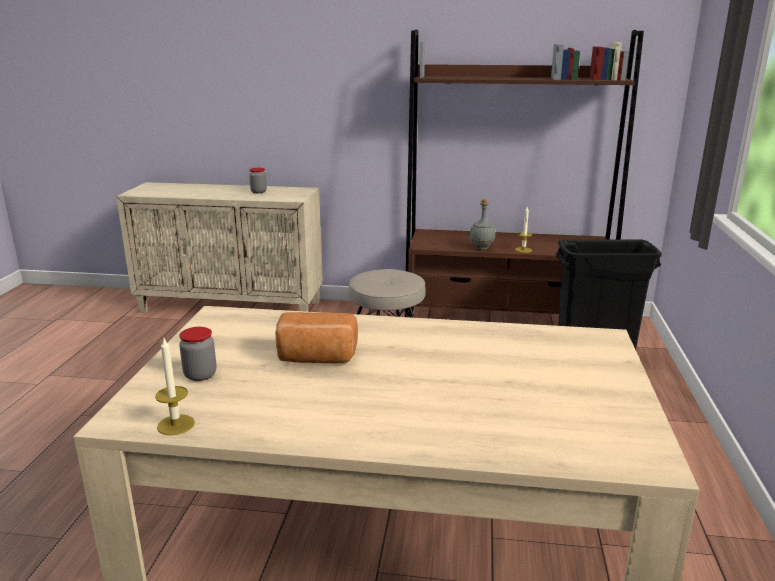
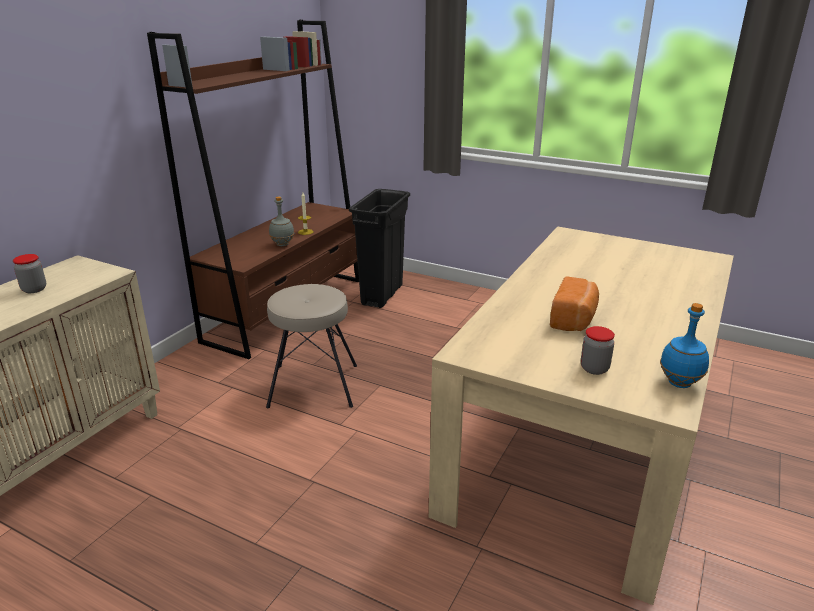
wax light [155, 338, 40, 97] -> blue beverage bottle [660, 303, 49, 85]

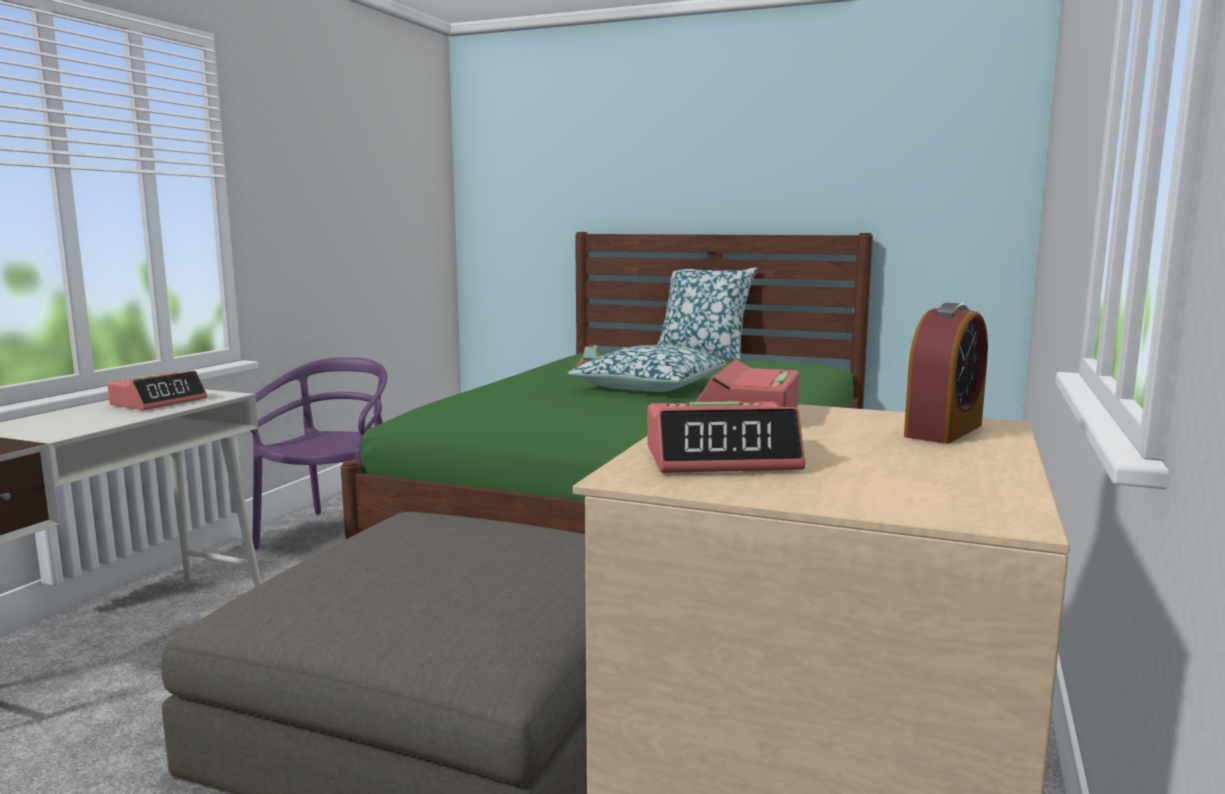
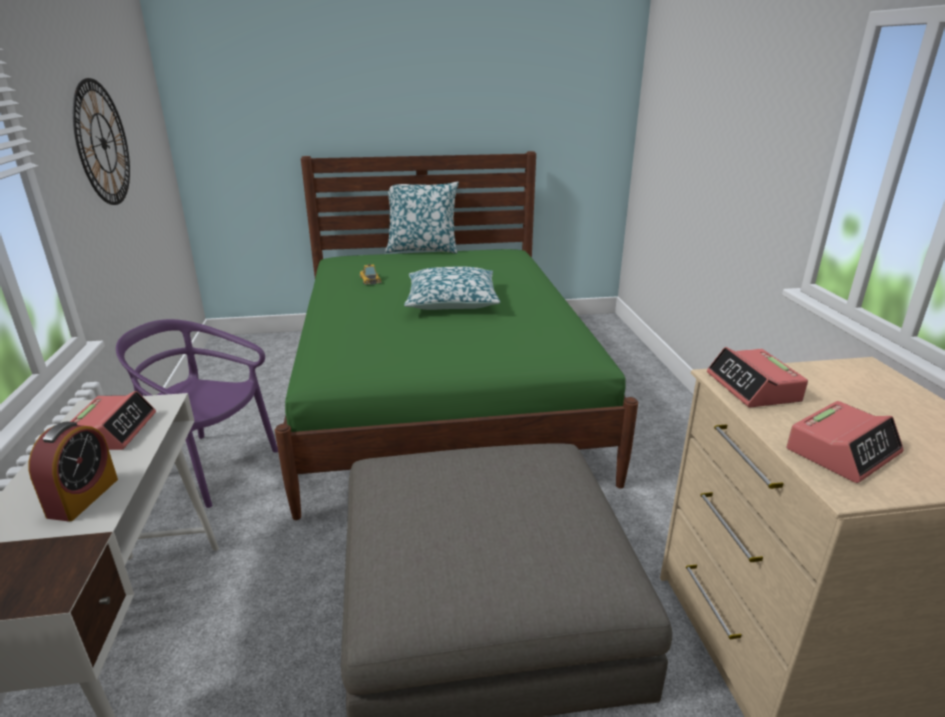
bedside clock [904, 303, 84, 141] -> bedside clock [28, 422, 90, 99], moved
none -> clock on the wall [73, 78, 57, 127]
purple-coloured chair [251, 357, 136, 193] -> purple-coloured chair [116, 319, 162, 189], 45 degrees counterclockwise

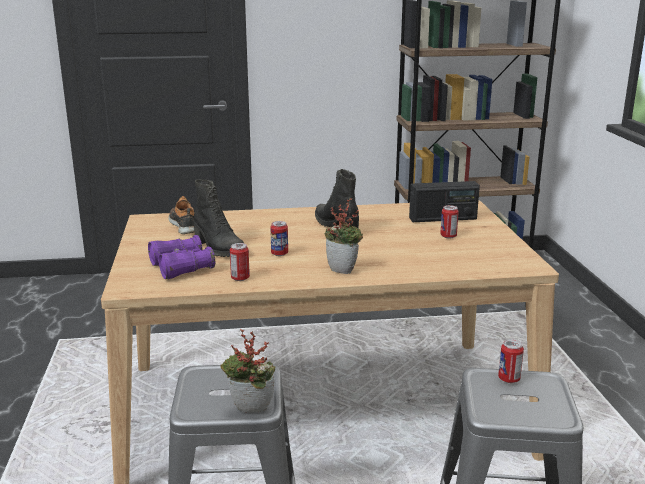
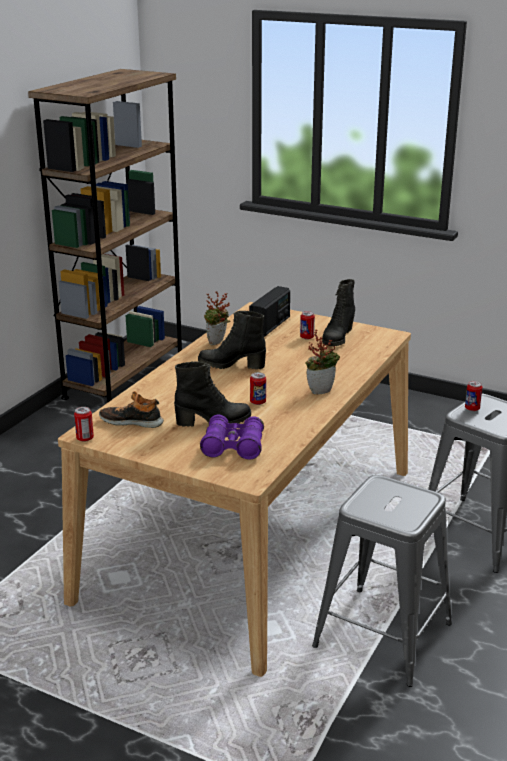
metal can [230, 243, 20, 38] -> metal can [74, 407, 20, 35], moved
potted plant [220, 329, 56, 84] -> potted plant [204, 291, 27, 54], moved
none -> blackish tall boot [322, 279, 33, 67]

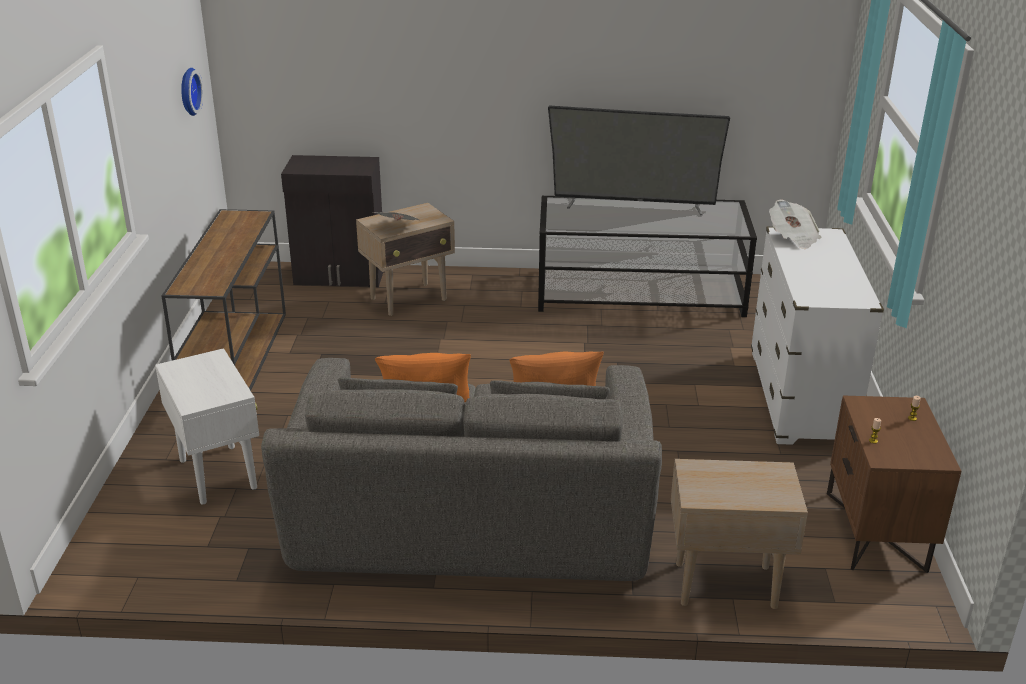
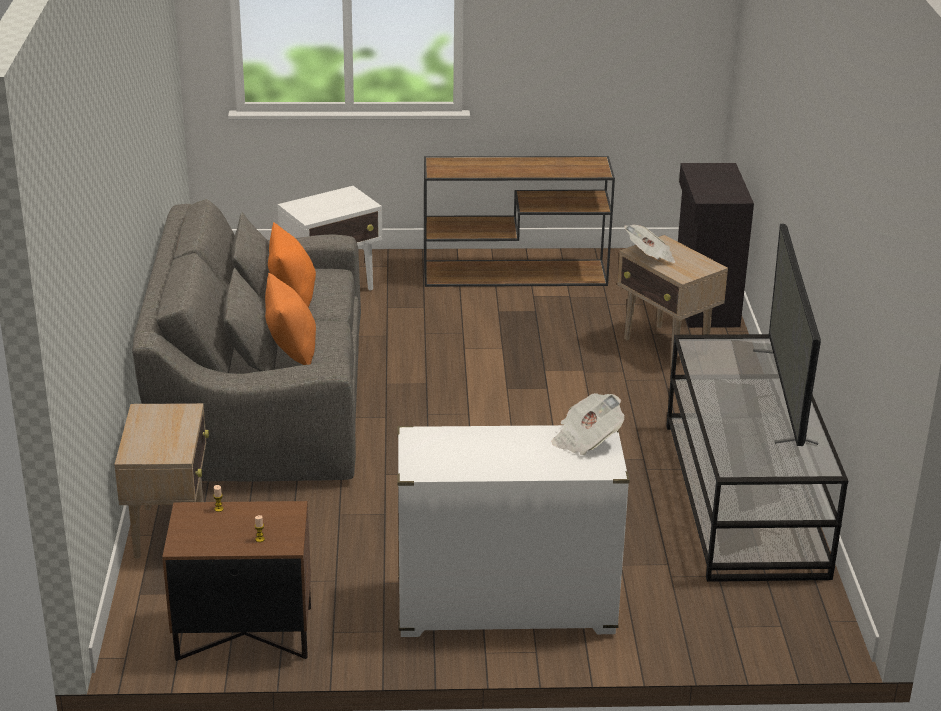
clock on the wall [181, 68, 22, 48] -> none

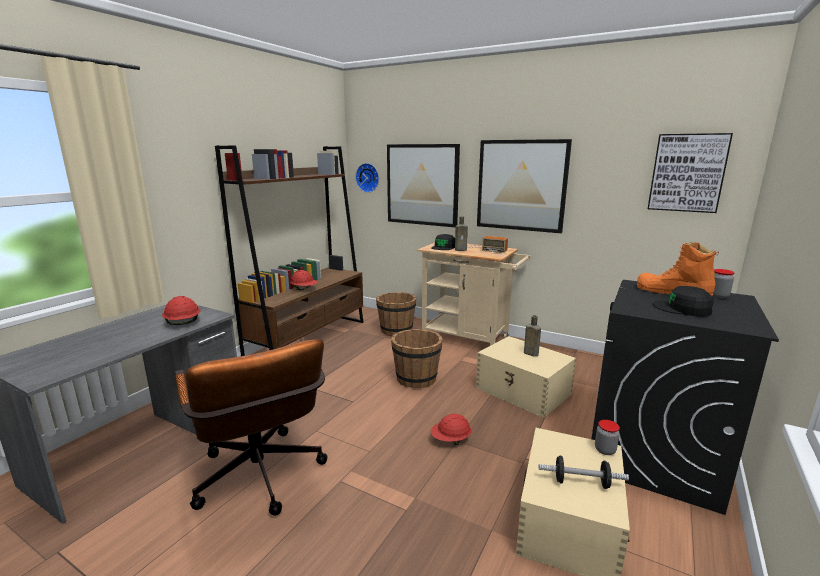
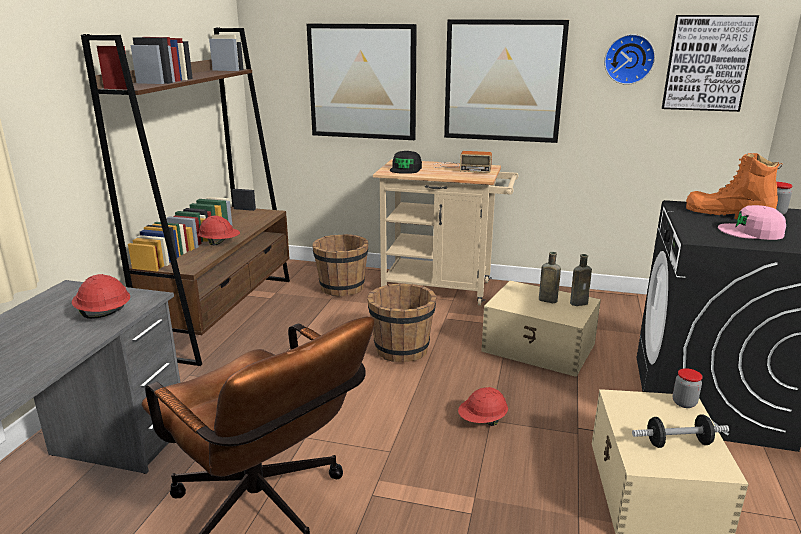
brown beverage bottle [455, 216, 13, 35] -> brown beverage bottle [570, 254, 22, 52], moved
clock on the wall [355, 163, 24, 30] -> clock on the wall [604, 34, 51, 51], moved
blackish cap [653, 286, 61, 31] -> pinkish cap [718, 205, 68, 35]

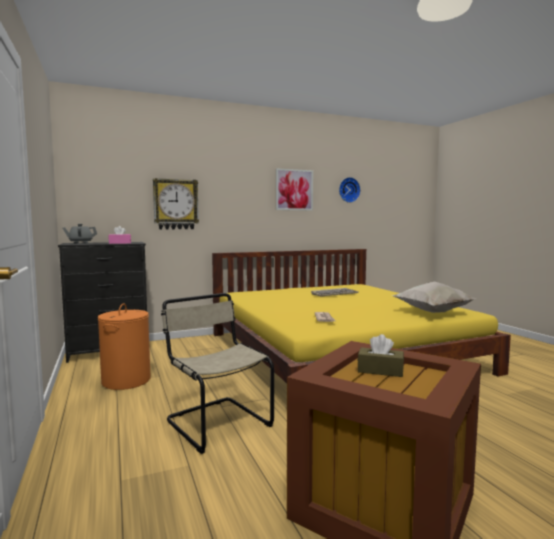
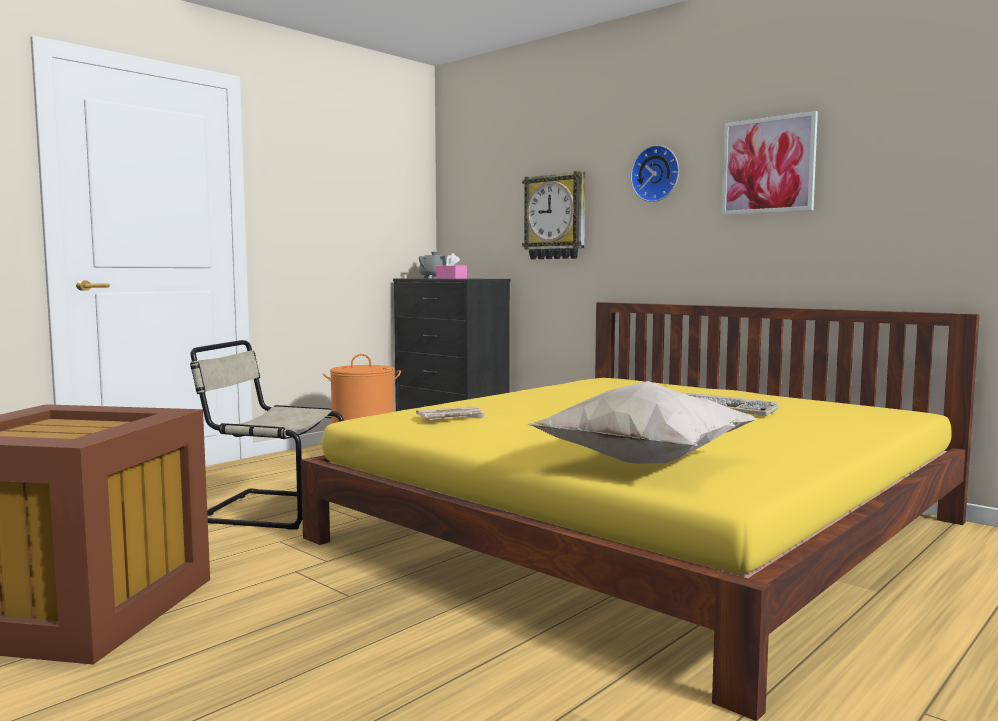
beige chair [161, 293, 113, 161] -> beige chair [190, 340, 154, 190], 105 degrees counterclockwise
clock on the wall [339, 177, 22, 26] -> clock on the wall [631, 145, 48, 57], moved
brown box of tissues [357, 334, 47, 43] -> none

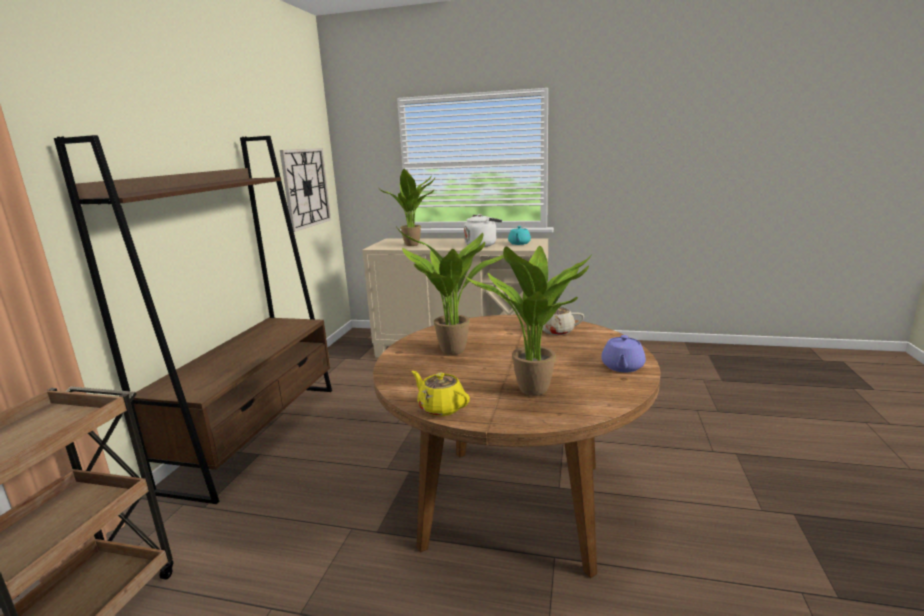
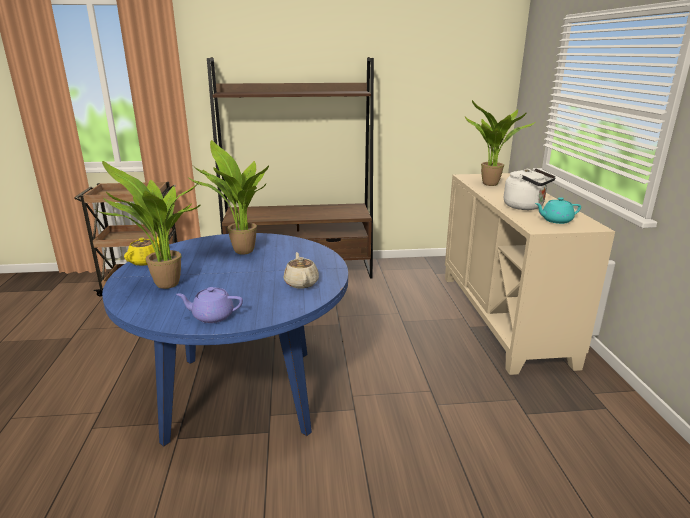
brown dinner table [373, 315, 288, 263] -> blue dinner table [102, 233, 246, 214]
clock on the wall [280, 148, 51, 84] -> none

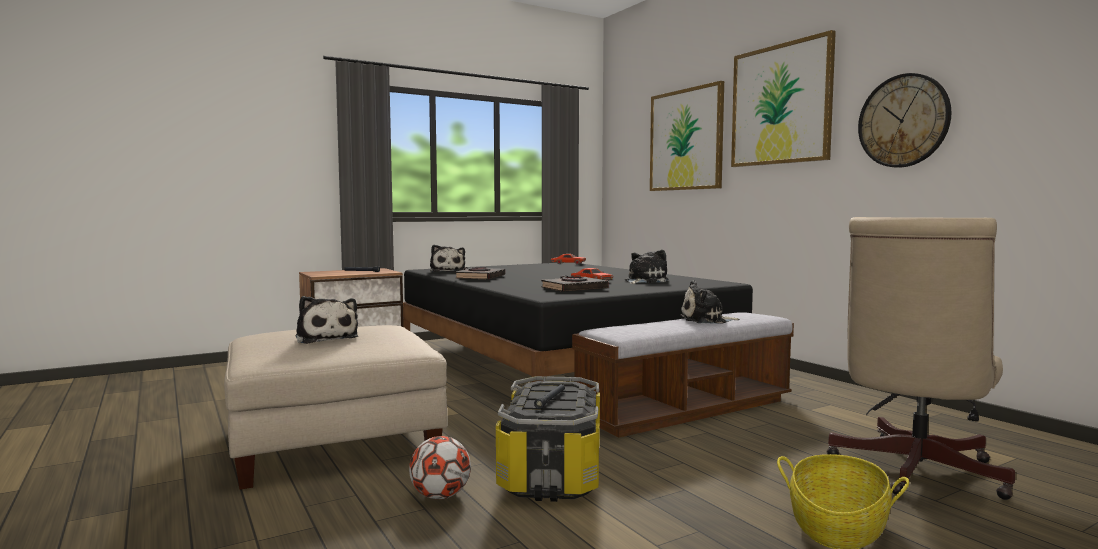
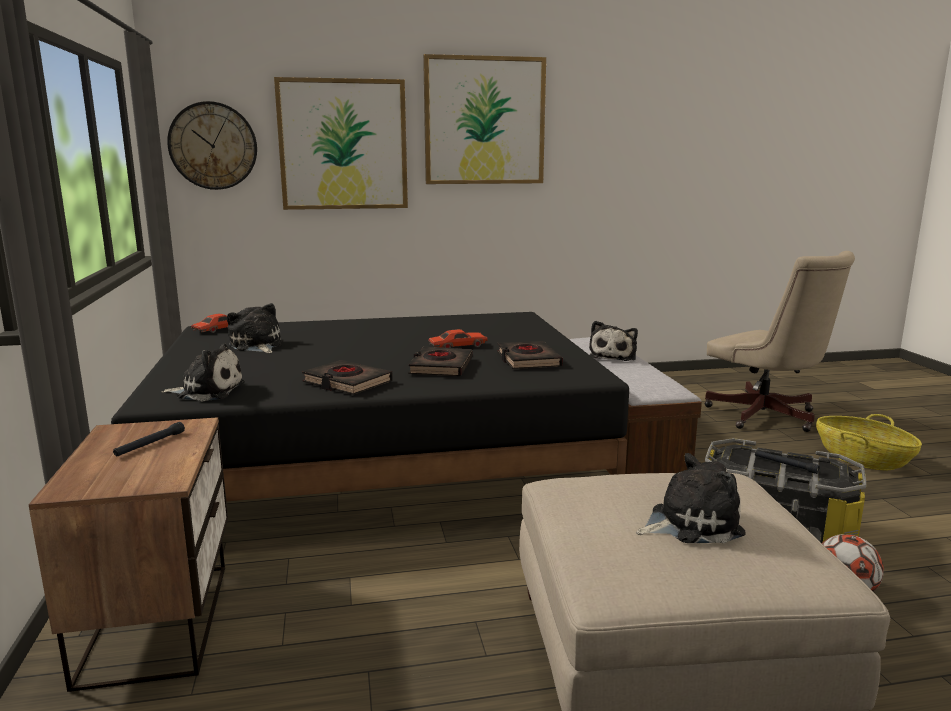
clock on the wall [858, 73, 94, 94] -> clock on the wall [167, 101, 90, 89], moved
cuddly toy [625, 250, 44, 34] -> cuddly toy [227, 303, 56, 50], moved
none -> blackish book [408, 347, 65, 29]

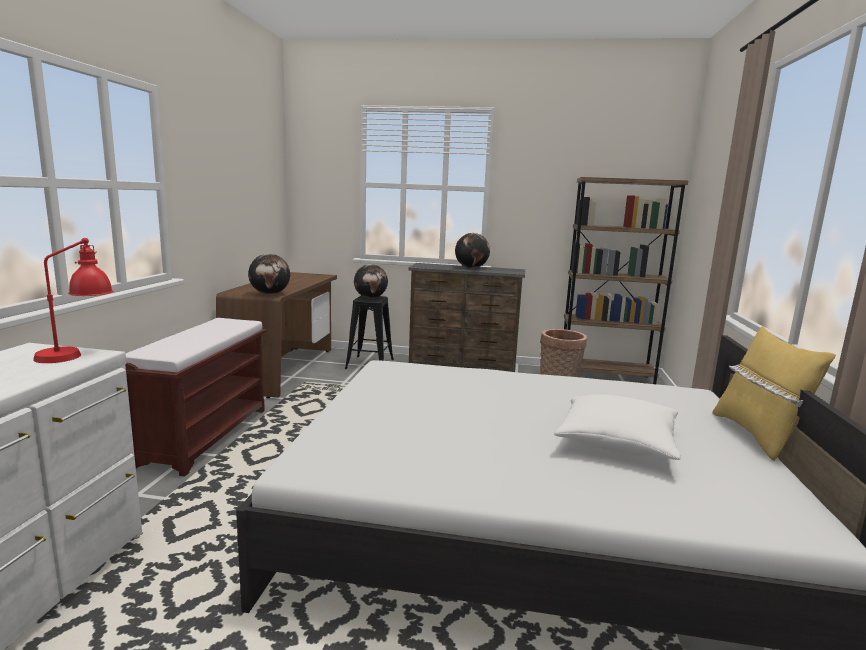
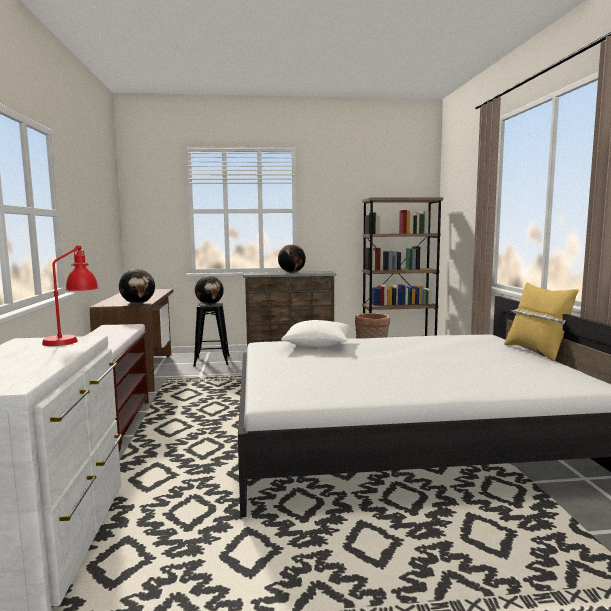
whitish cushion [554, 395, 127, 65] -> whitish cushion [281, 320, 69, 27], moved

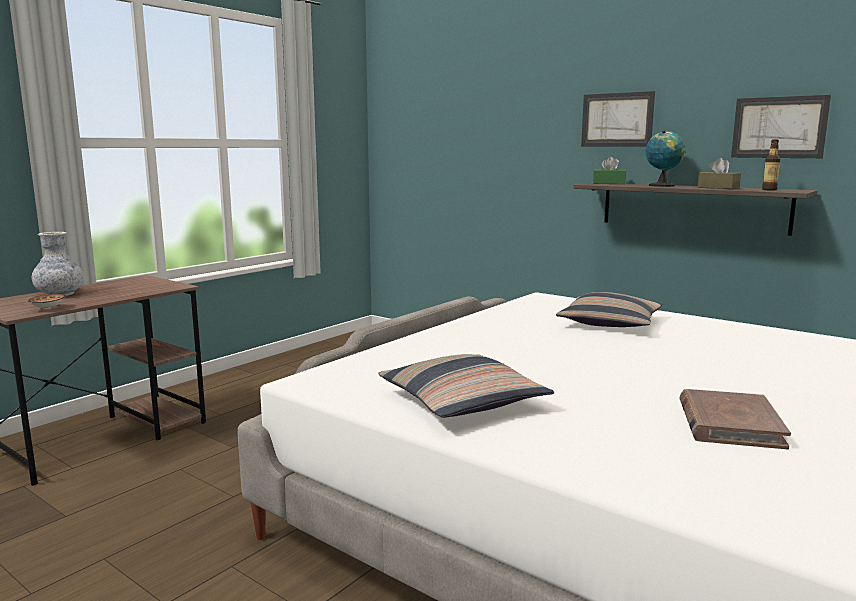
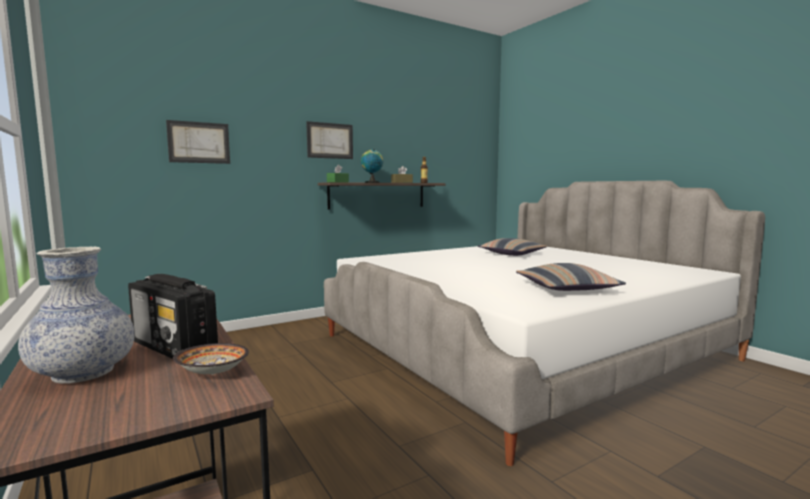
none -> radio set [128, 274, 90, 85]
picture [731, 95, 100, 63] -> picture [166, 120, 64, 44], moved
cushion [556, 292, 106, 35] -> cushion [477, 238, 70, 18], moved
brown book [680, 389, 111, 60] -> none

